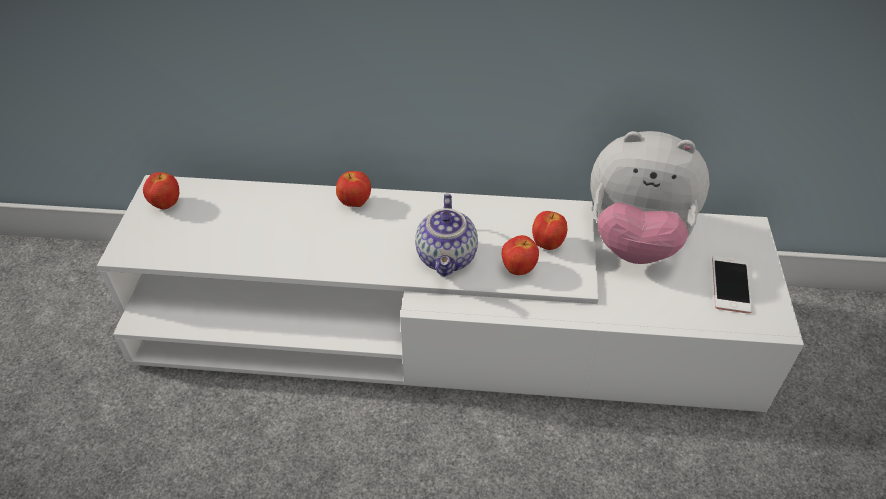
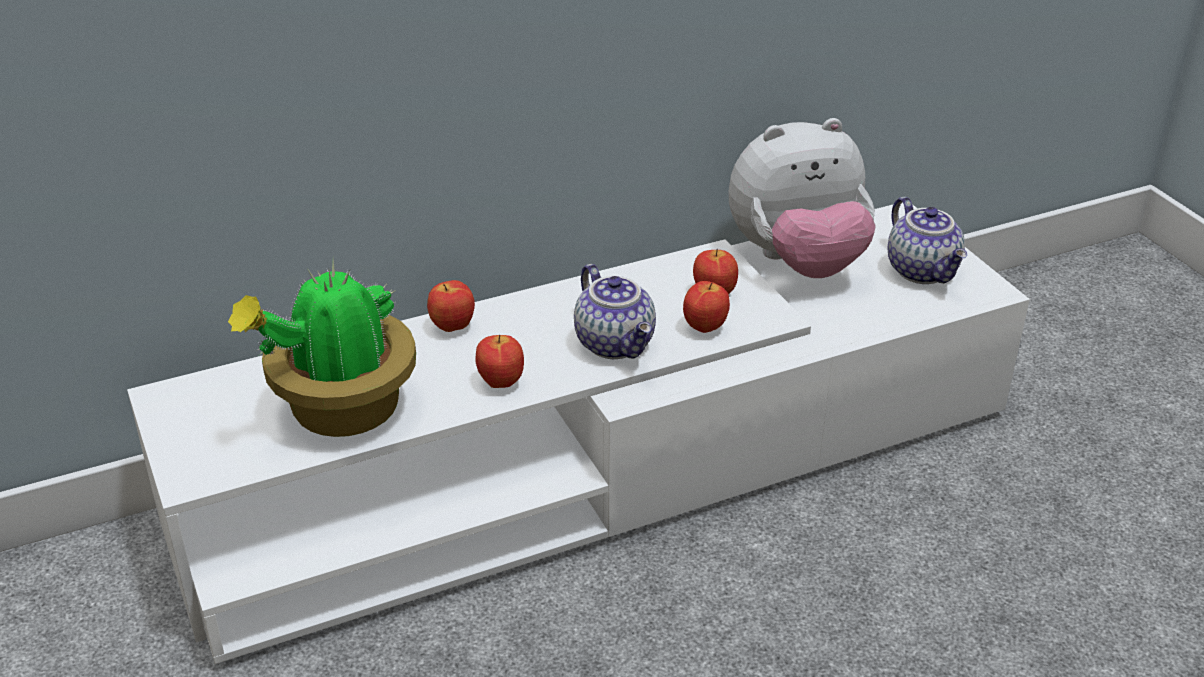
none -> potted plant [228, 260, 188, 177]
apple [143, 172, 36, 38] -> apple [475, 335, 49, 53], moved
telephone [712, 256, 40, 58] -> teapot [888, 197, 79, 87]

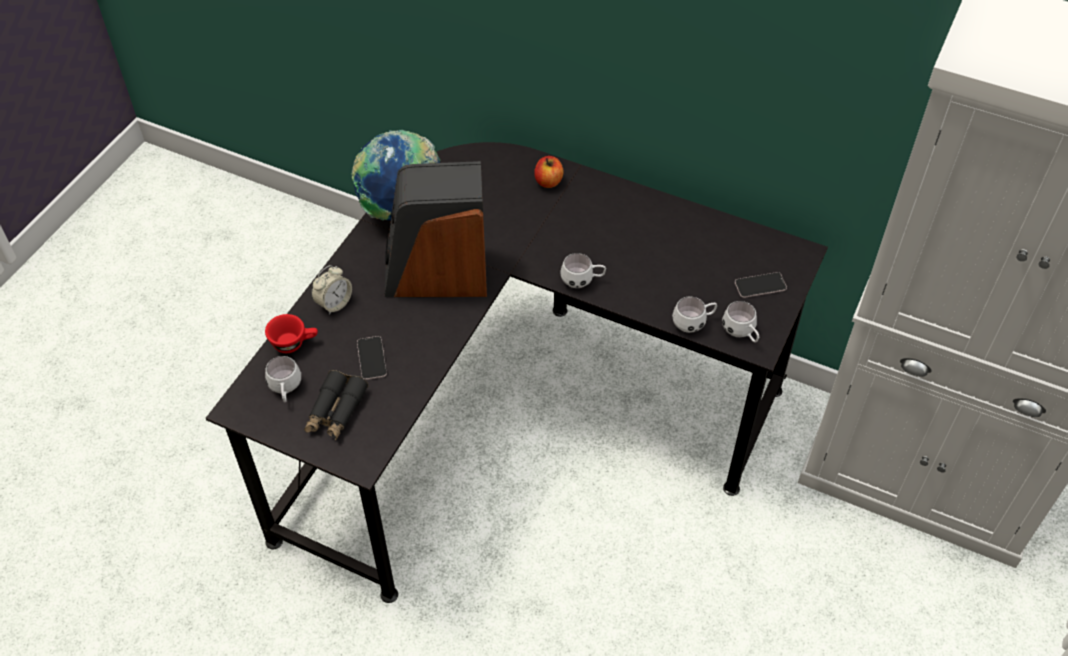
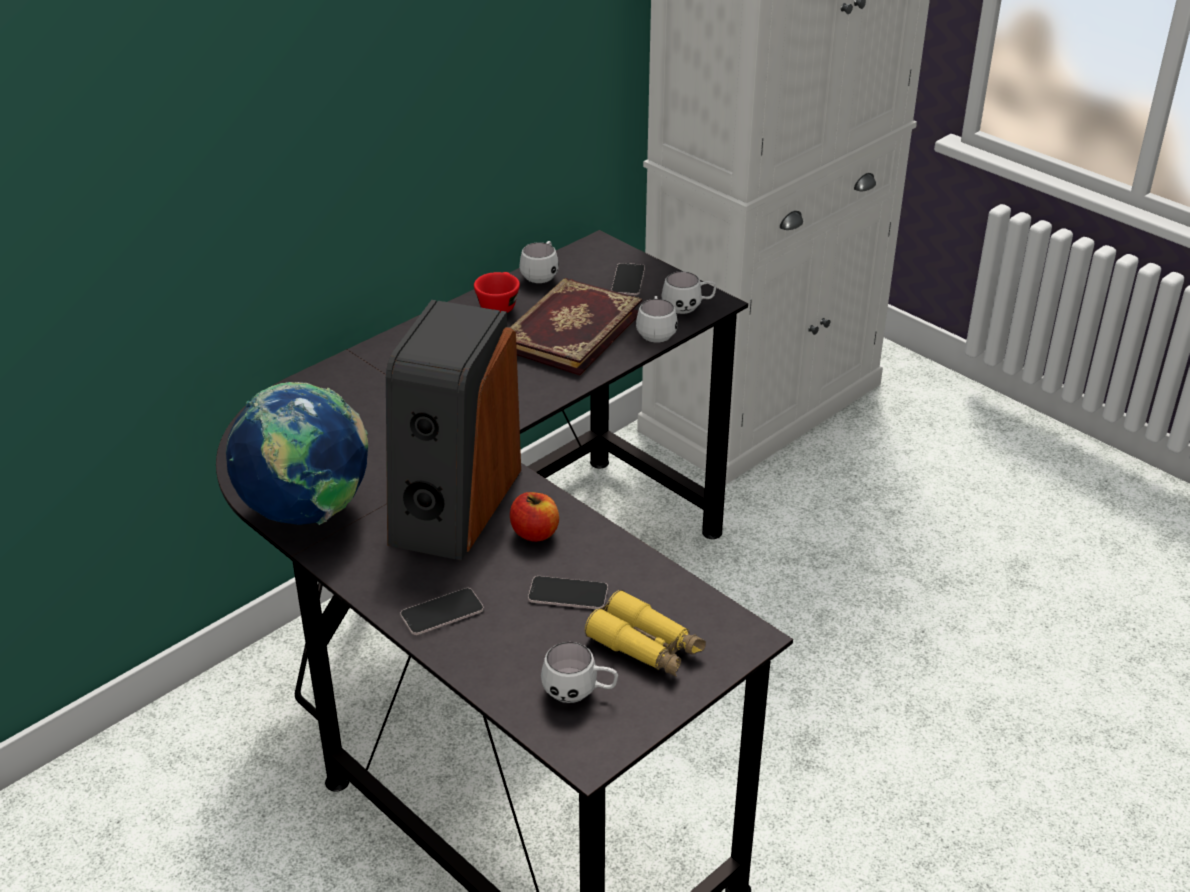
bedside clock [311, 265, 41, 50] -> telephone [400, 588, 84, 47]
red-coloured cup [265, 314, 53, 39] -> red-coloured cup [474, 272, 46, 41], moved
apple [534, 156, 30, 32] -> apple [510, 492, 49, 50], moved
none -> book [511, 278, 131, 98]
whitish tea mug [560, 253, 46, 35] -> whitish tea mug [519, 241, 40, 42], moved
blackish binoculars [304, 370, 65, 70] -> yellow-coloured binoculars [585, 590, 121, 87]

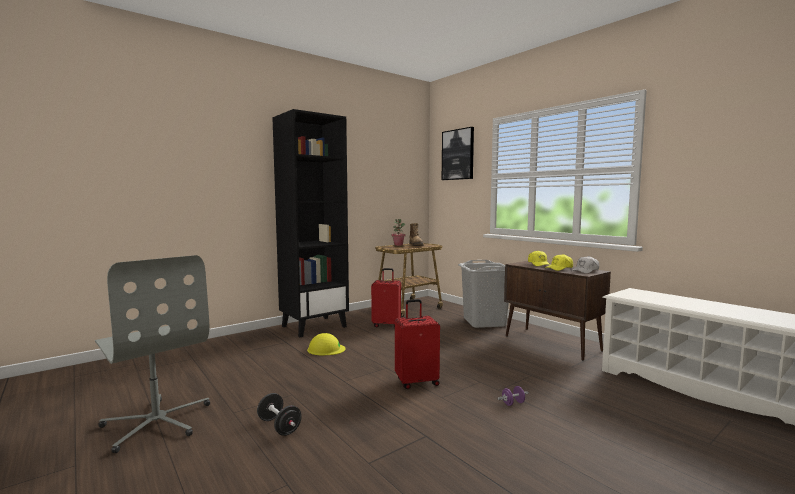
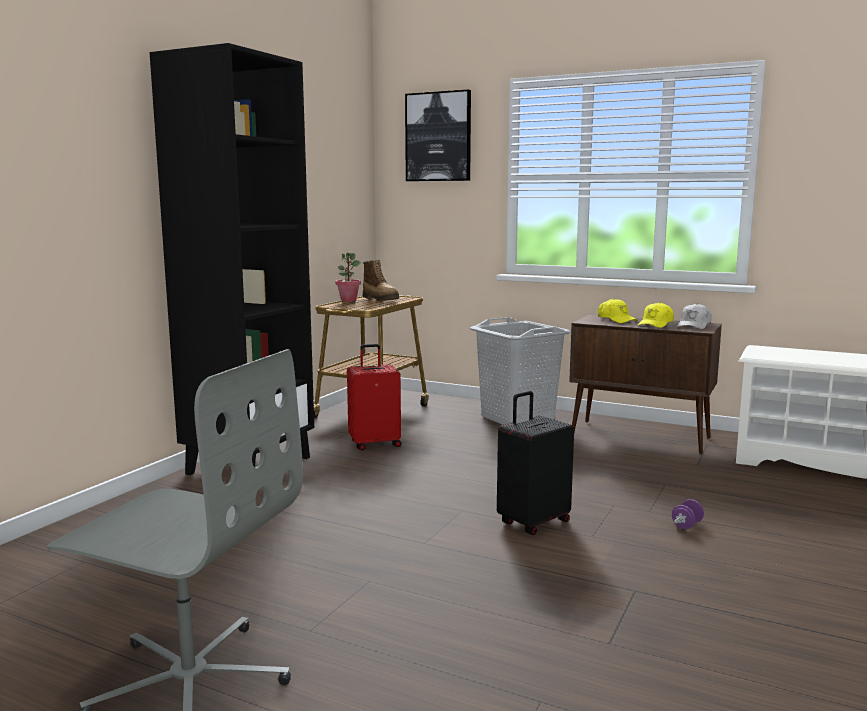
red-coloured piece of luggage [395, 299, 45, 90] -> blackish piece of luggage [497, 391, 77, 144]
blackish dumbbell [257, 393, 45, 43] -> none
yellow-coloured hard hat [307, 333, 39, 22] -> none

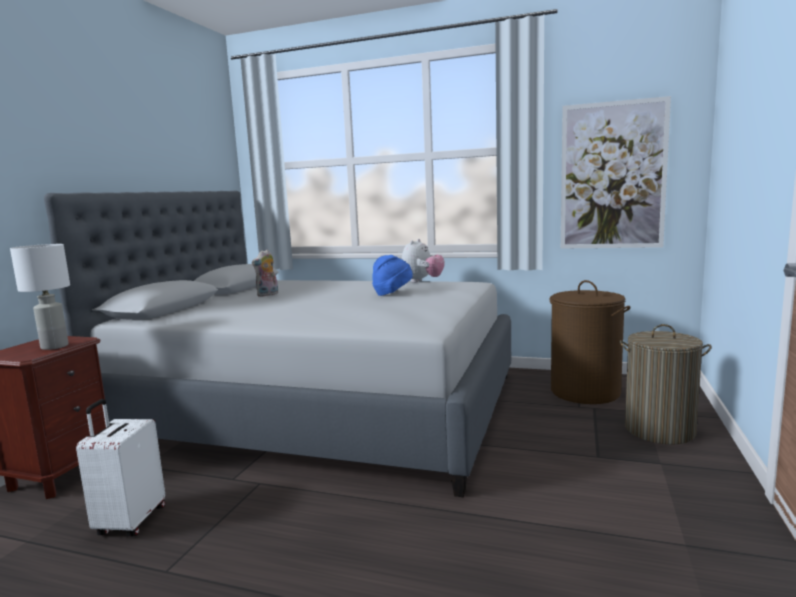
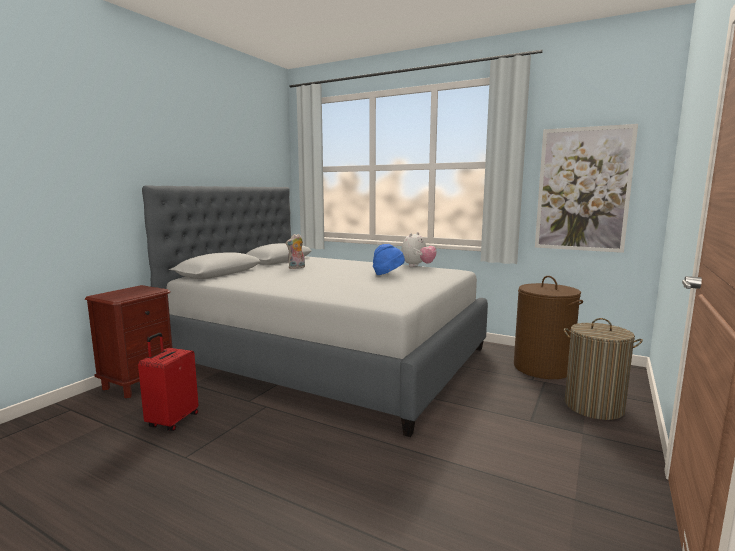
whitish piece of luggage [76, 399, 89, 138] -> red-coloured piece of luggage [138, 333, 60, 98]
whitish lamp for a table [10, 244, 60, 106] -> none

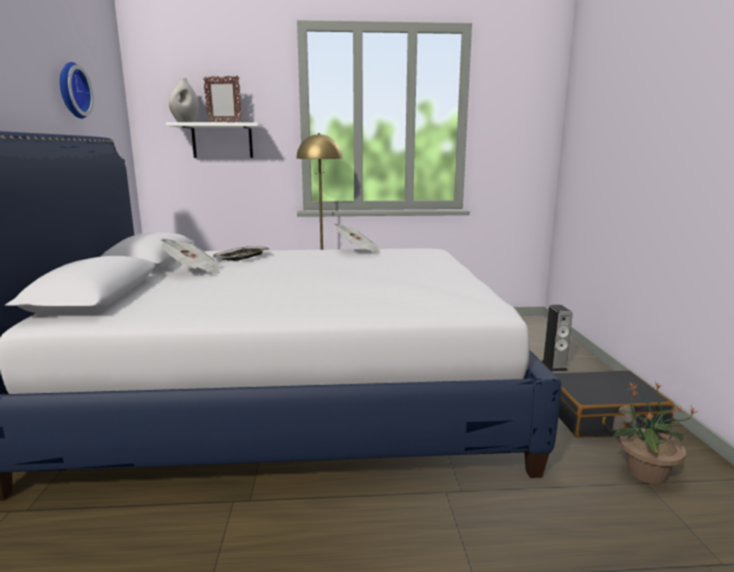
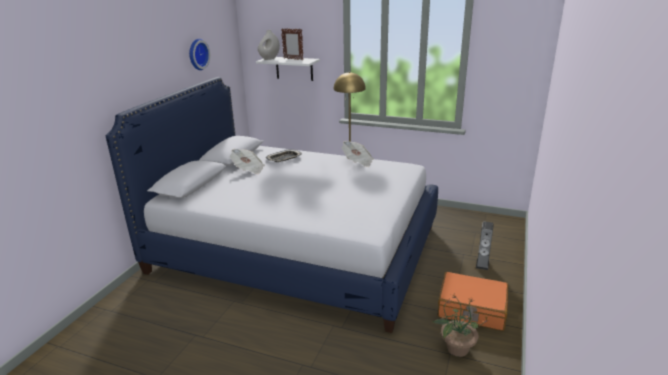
blackish piece of luggage [554, 370, 120, 68] -> orange piece of luggage [438, 272, 70, 59]

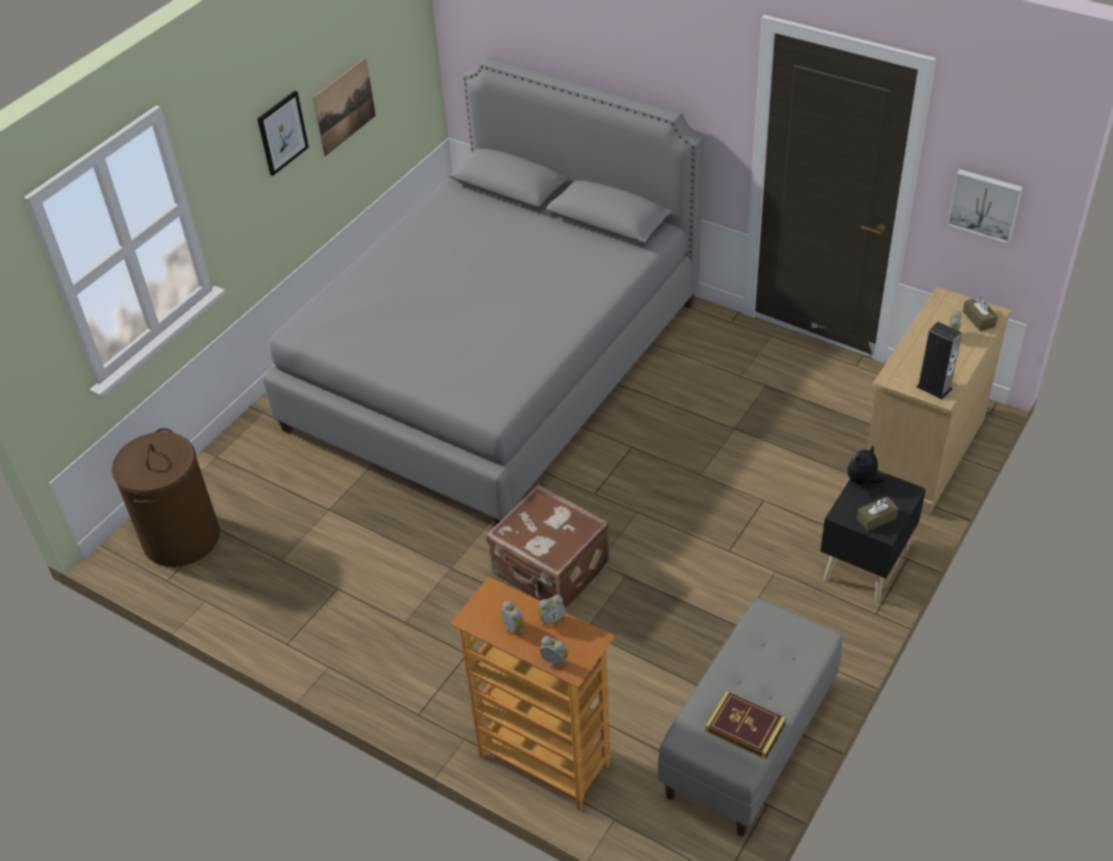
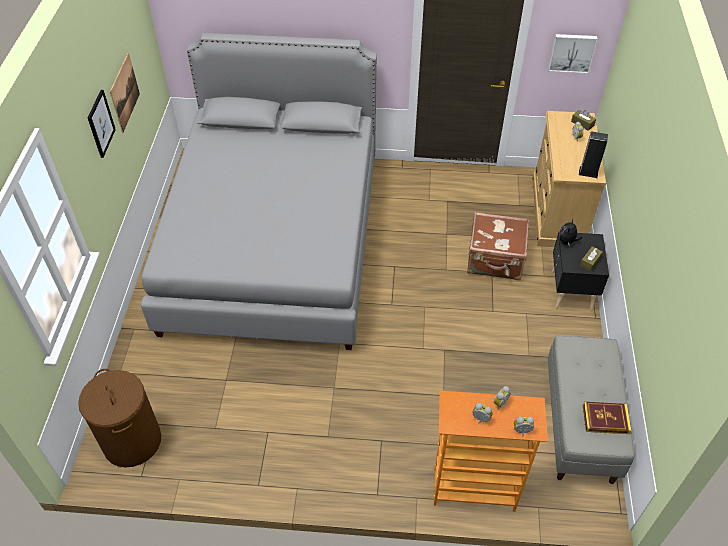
brown piece of luggage [486, 485, 124, 124] -> brown piece of luggage [467, 212, 62, 68], moved

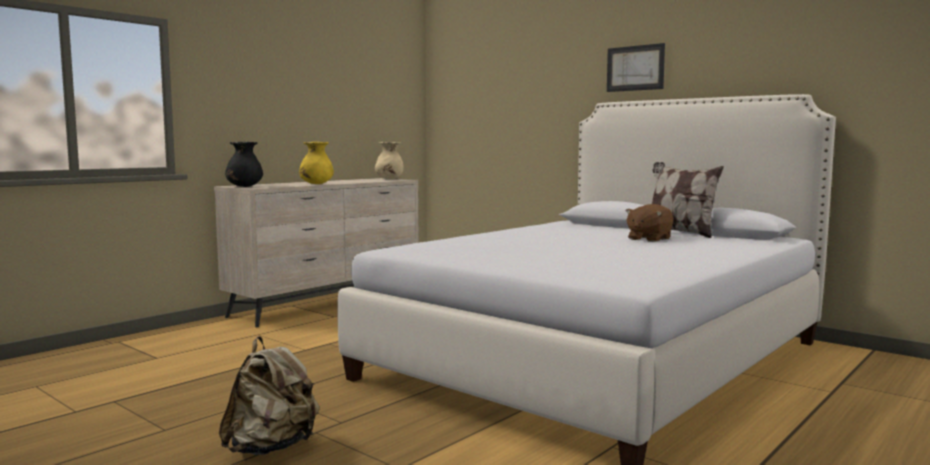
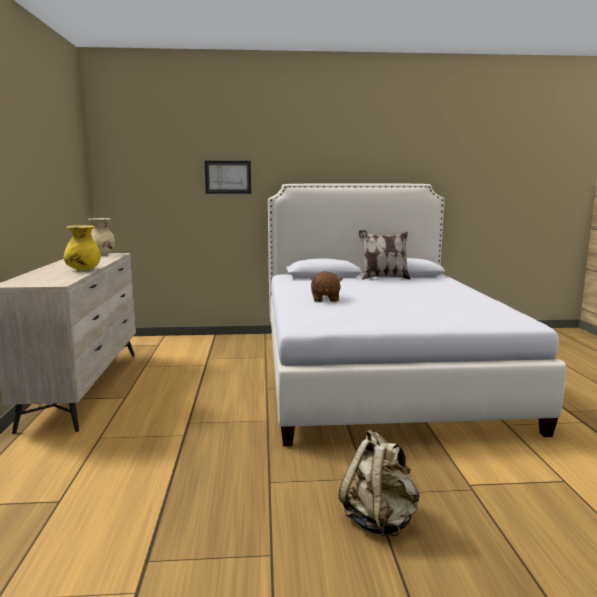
picture [607, 43, 58, 49] -> picture [205, 161, 46, 33], moved
brown cuddly toy [625, 204, 48, 38] -> brown cuddly toy [310, 271, 33, 31], moved
blackish decorative vase [225, 142, 38, 45] -> none

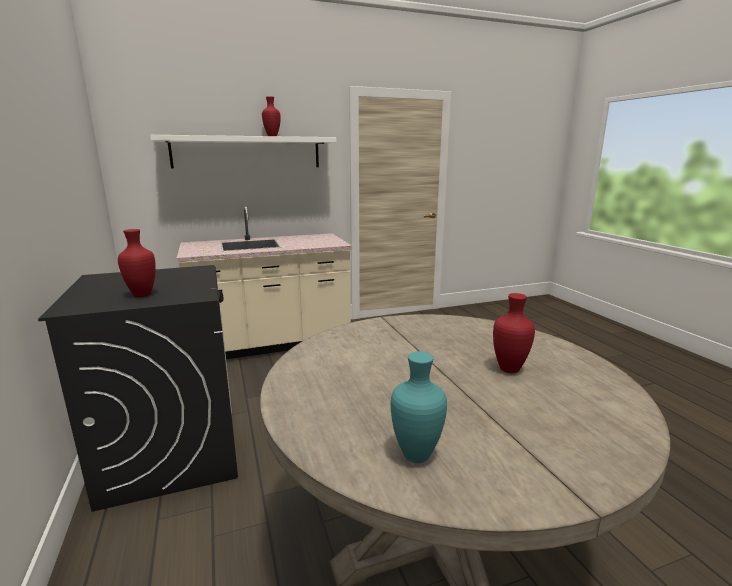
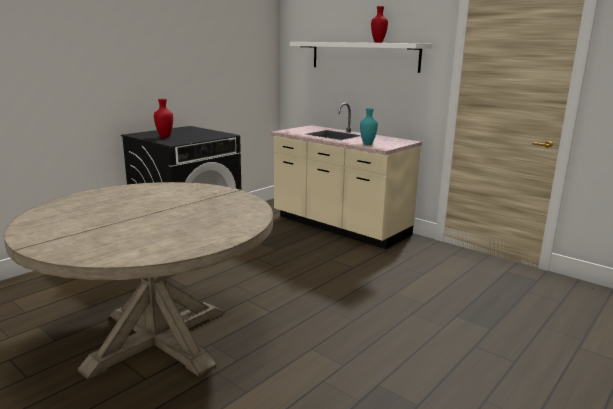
turquoise-coloured decorative vase [391, 351, 56, 112] -> turquoise-coloured decorative vase [360, 108, 18, 37], moved
red-coloured decorative vase [493, 293, 42, 80] -> none

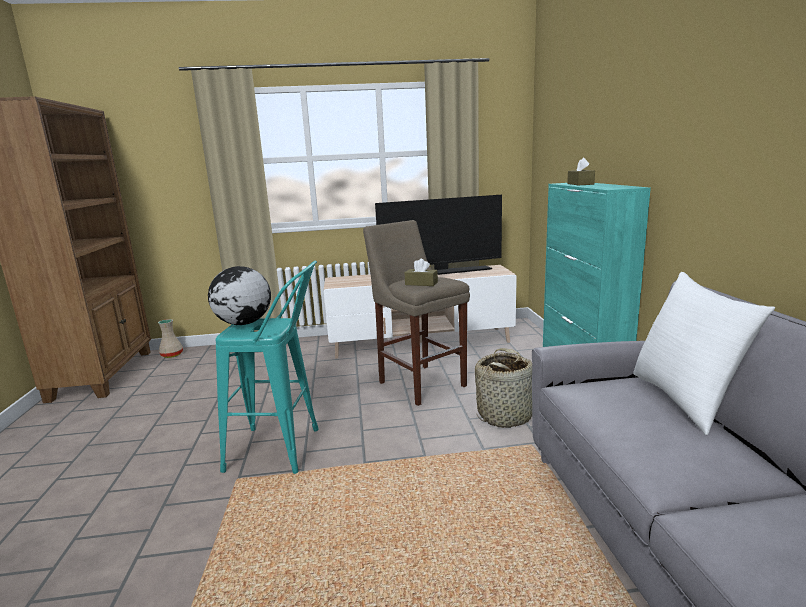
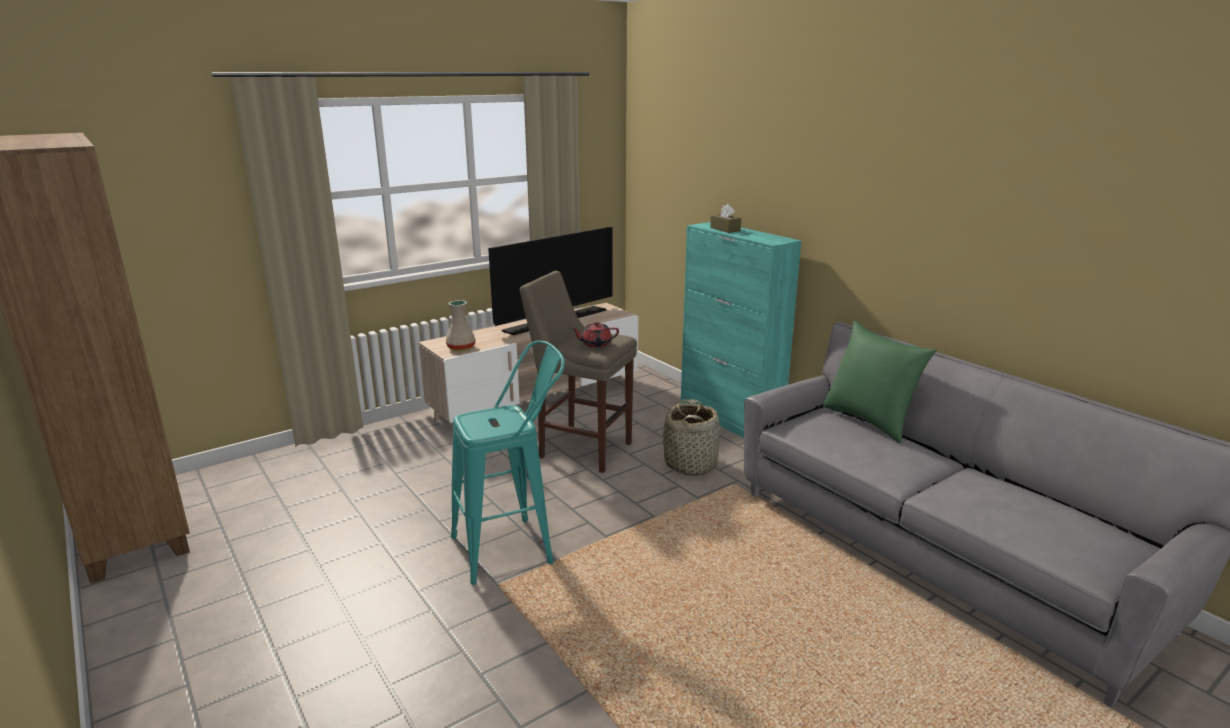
beige decorative vase [158, 319, 25, 39] -> beige decorative vase [446, 300, 30, 51], moved
brown box of tissues [405, 259, 33, 27] -> red-coloured teapot [571, 322, 48, 26]
whitish cushion [633, 272, 142, 163] -> greenish cushion [823, 321, 114, 123]
world globe [208, 266, 63, 59] -> none

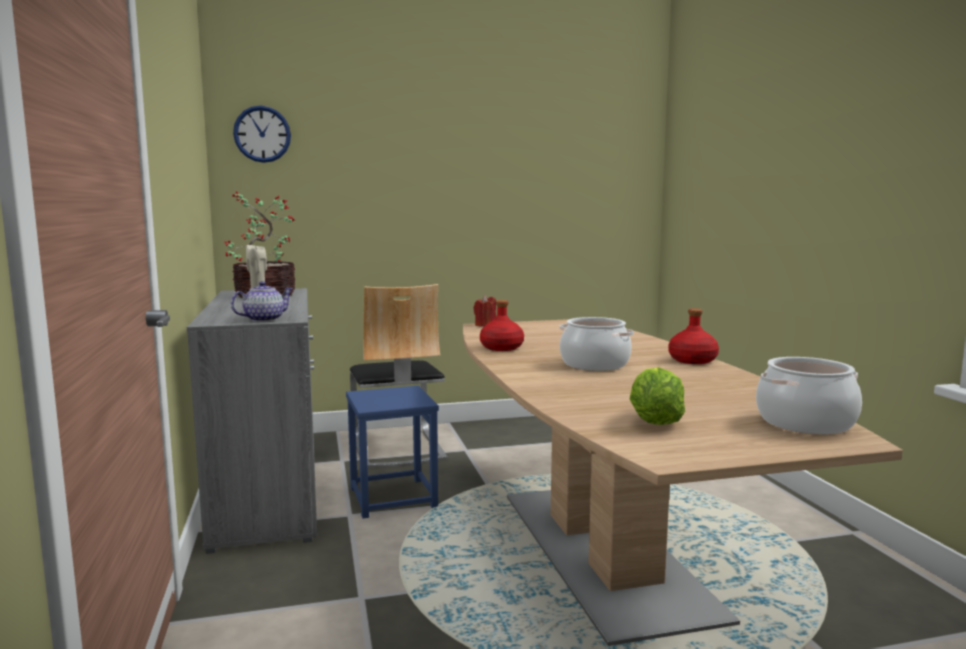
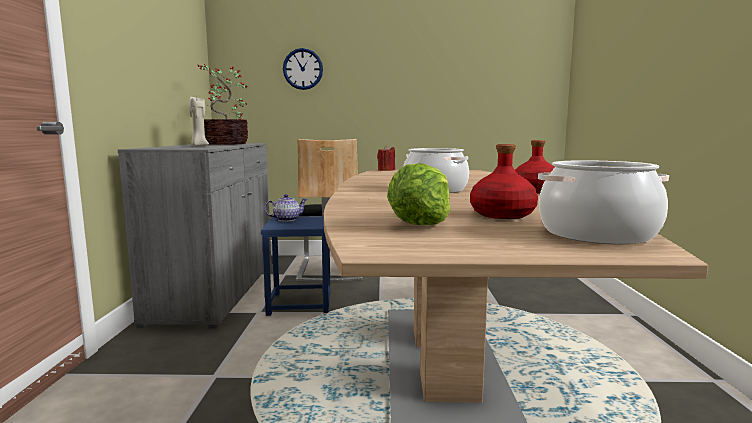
teapot [231, 281, 62, 41] -> teapot [264, 194, 44, 27], moved
clock on the wall [233, 106, 58, 57] -> clock on the wall [283, 48, 40, 42], moved
red-coloured beverage bottle [480, 300, 44, 51] -> red-coloured beverage bottle [470, 144, 68, 75], moved

